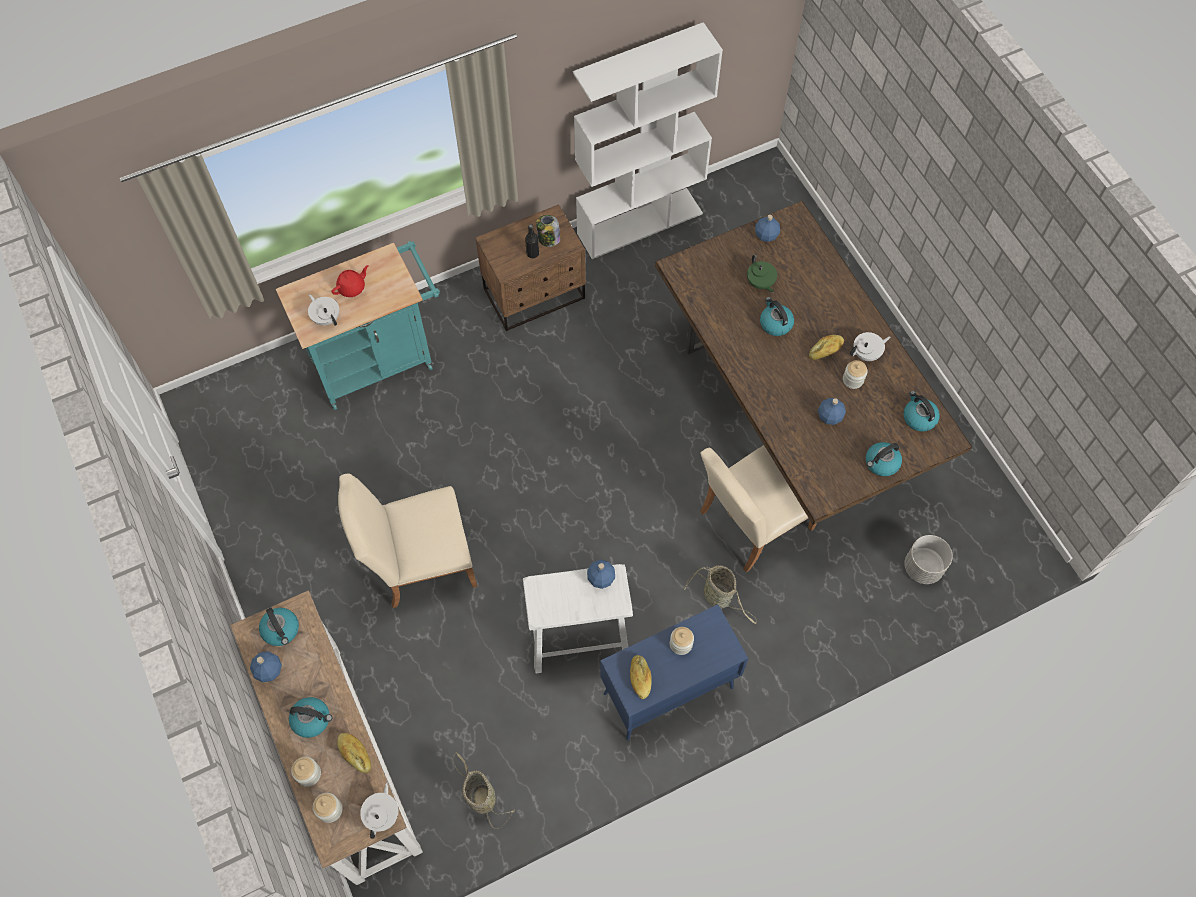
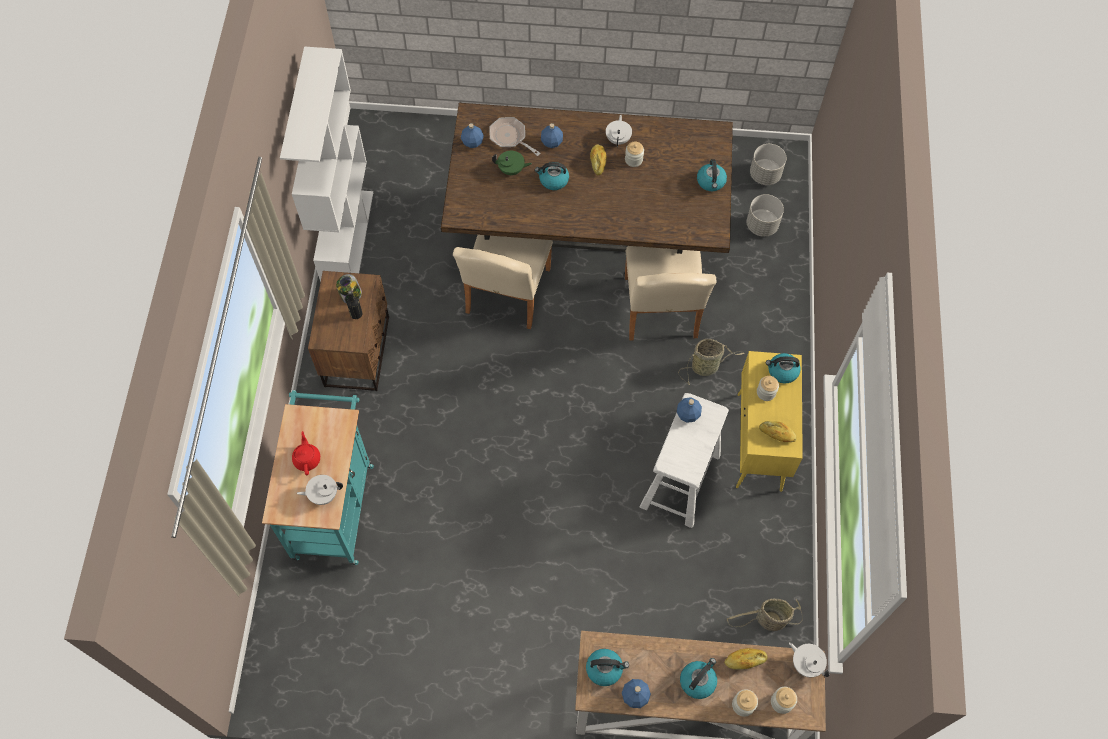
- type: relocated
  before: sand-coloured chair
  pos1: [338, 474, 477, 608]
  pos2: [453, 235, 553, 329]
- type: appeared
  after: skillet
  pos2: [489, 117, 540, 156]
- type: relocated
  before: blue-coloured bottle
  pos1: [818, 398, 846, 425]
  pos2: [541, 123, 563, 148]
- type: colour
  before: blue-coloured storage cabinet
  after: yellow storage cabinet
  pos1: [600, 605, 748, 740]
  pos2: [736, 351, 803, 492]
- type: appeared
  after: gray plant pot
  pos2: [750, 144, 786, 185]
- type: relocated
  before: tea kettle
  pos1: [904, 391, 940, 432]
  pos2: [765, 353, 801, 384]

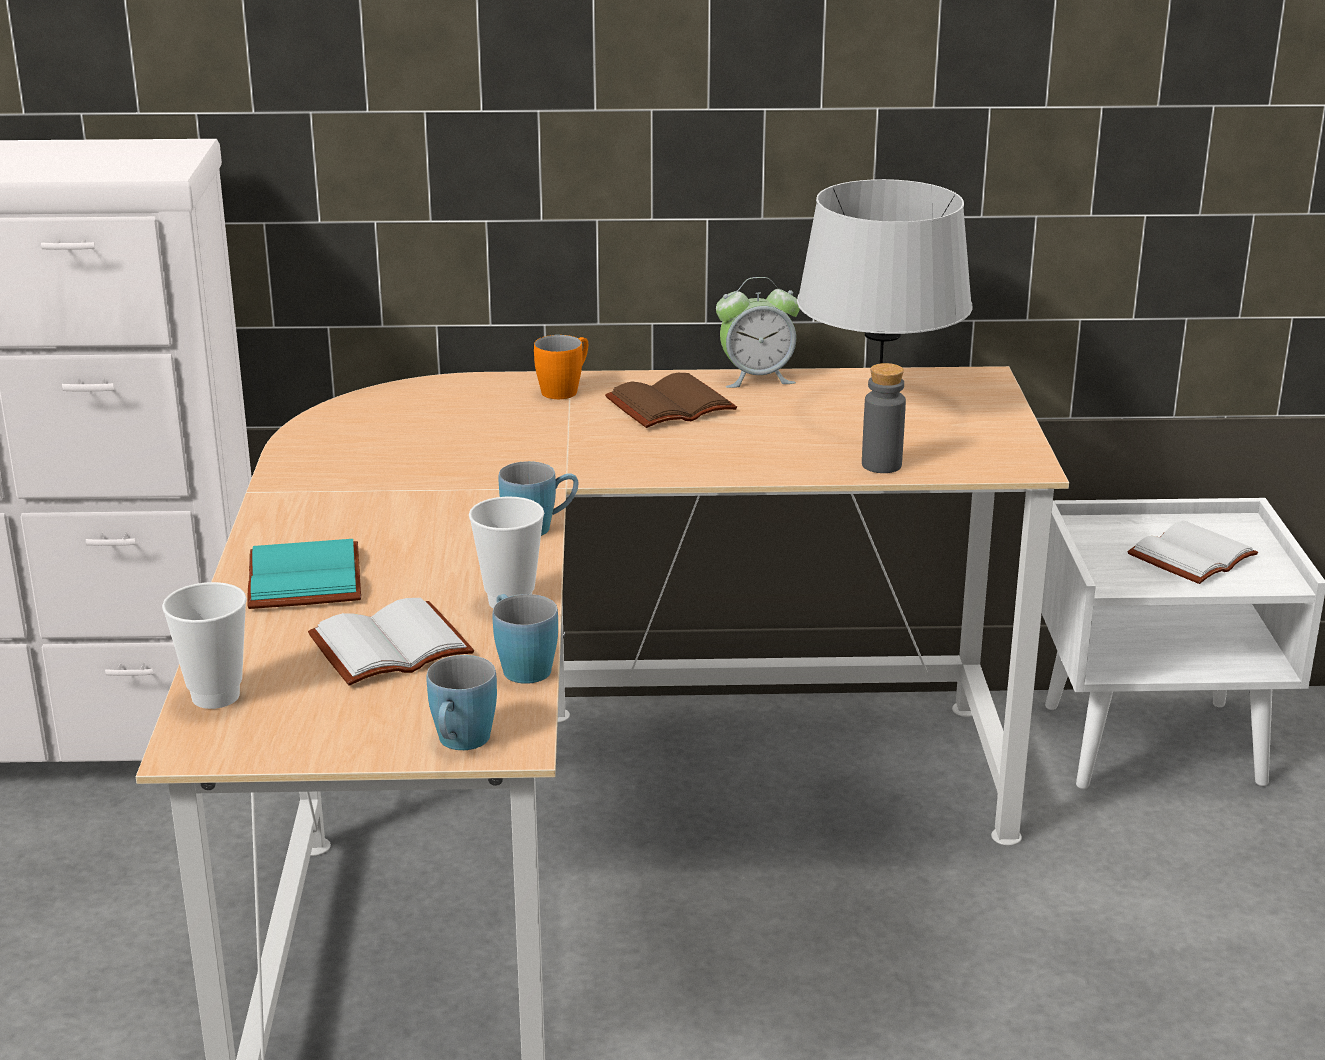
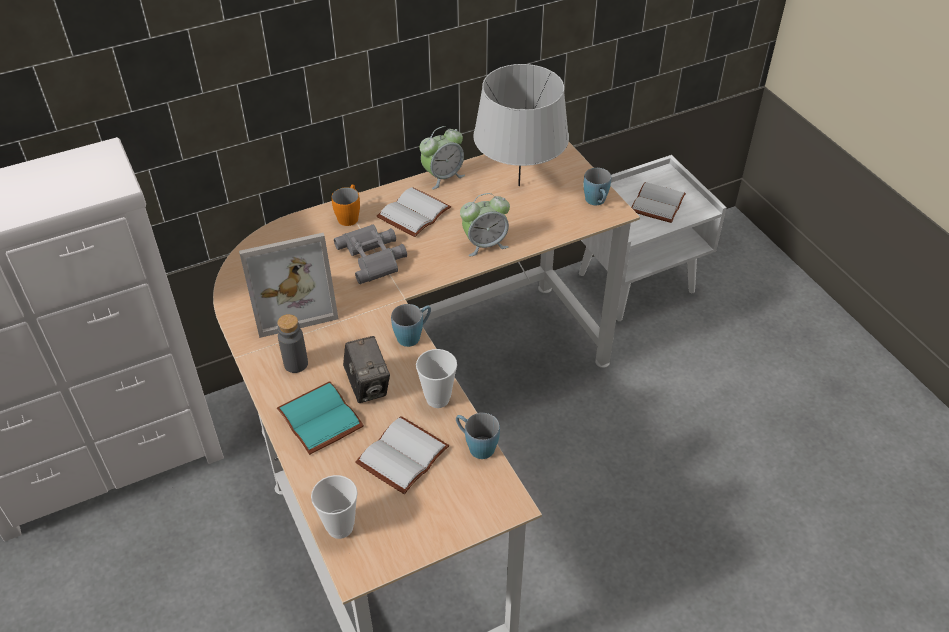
- type: appeared
  after: standing frame
  pos2: [239, 233, 339, 338]
- type: relocated
  before: gray bottle
  pos1: [862, 363, 906, 473]
  pos2: [277, 314, 308, 373]
- type: appeared
  after: gray field glasses
  pos2: [334, 224, 407, 284]
- type: appeared
  after: still camera
  pos2: [343, 336, 390, 403]
- type: colour
  before: brownish volume
  after: whitish volume
  pos1: [605, 373, 737, 428]
  pos2: [377, 187, 451, 237]
- type: appeared
  after: table clock
  pos2: [460, 193, 510, 256]
- type: relocated
  before: blue-coloured coffee mug
  pos1: [427, 655, 497, 750]
  pos2: [583, 168, 611, 205]

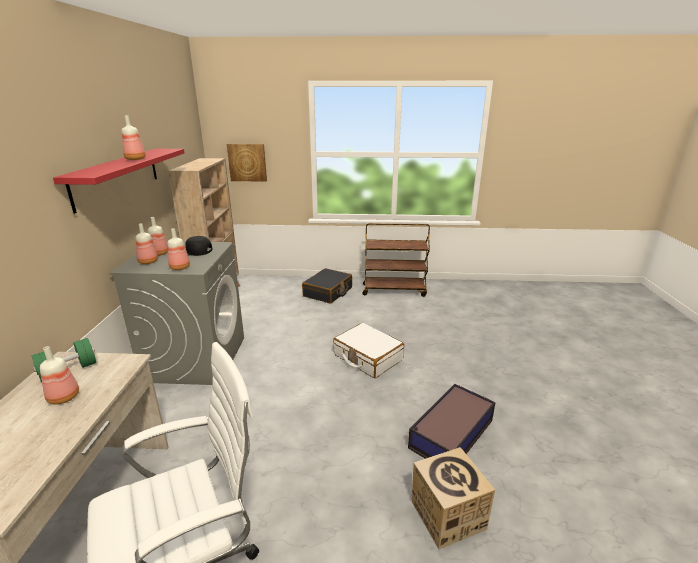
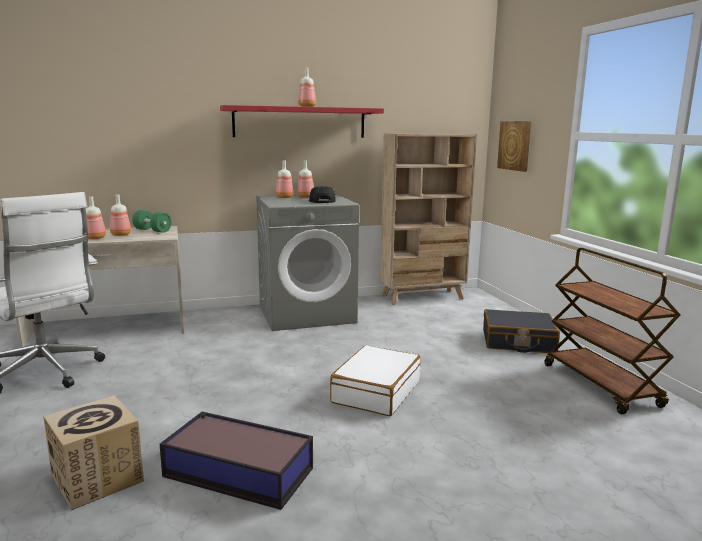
- type: relocated
  before: bottle
  pos1: [168, 228, 190, 270]
  pos2: [86, 197, 106, 239]

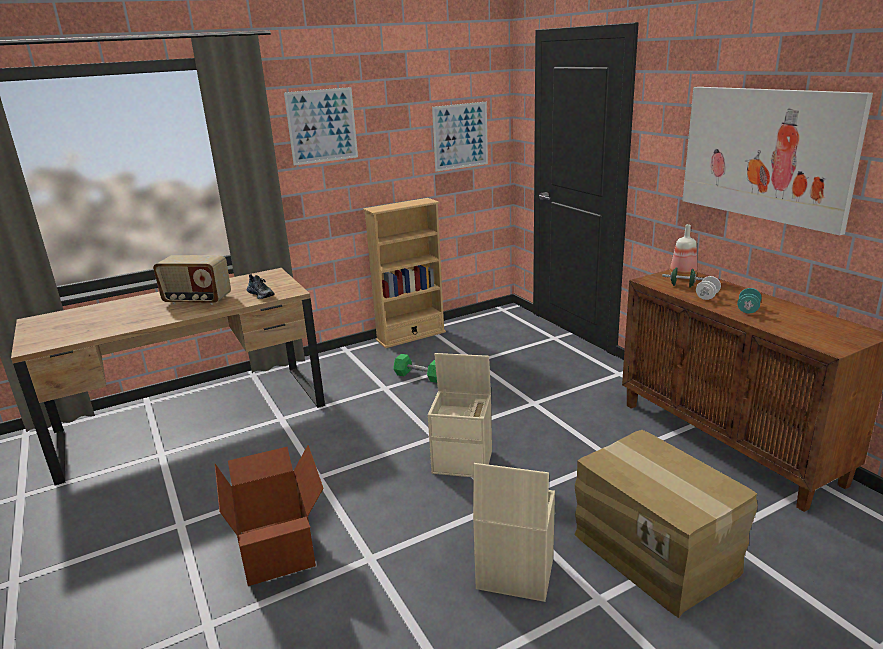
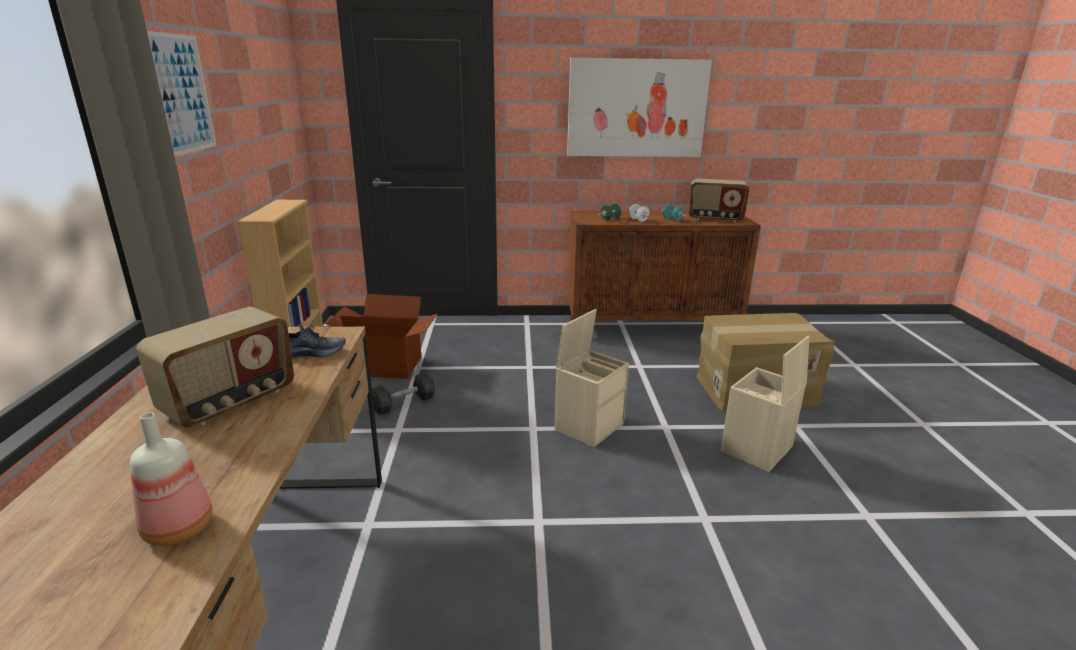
- type: relocated
  before: bottle
  pos1: [670, 224, 697, 279]
  pos2: [130, 413, 213, 546]
- type: relocated
  before: packing box
  pos1: [215, 445, 324, 586]
  pos2: [326, 294, 437, 379]
- type: colour
  before: greenish dumbbell
  after: gray dumbbell
  pos1: [393, 354, 437, 383]
  pos2: [372, 373, 435, 415]
- type: appeared
  after: radio receiver
  pos2: [689, 178, 750, 222]
- type: missing
  before: wall picture
  pos1: [432, 102, 488, 171]

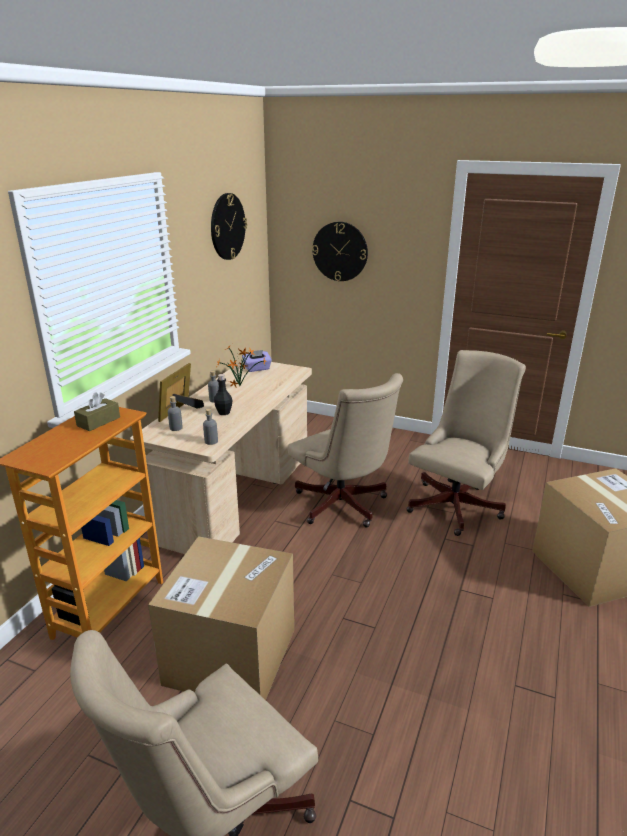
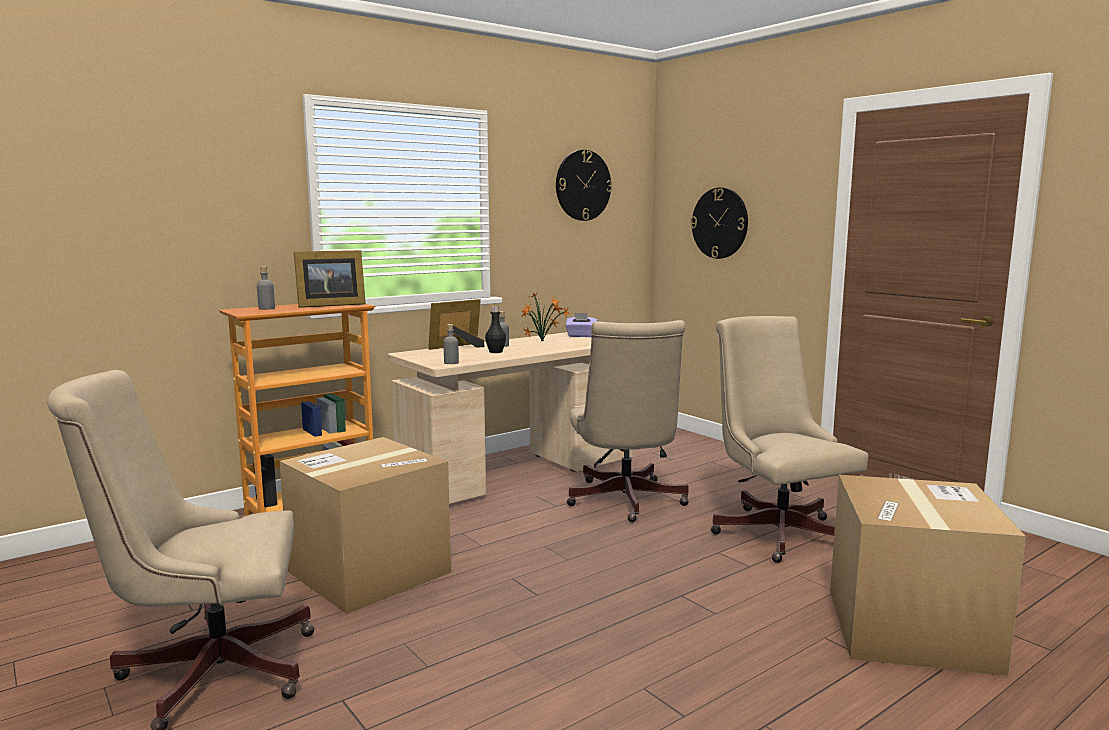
- type: relocated
  before: gray bottle
  pos1: [168, 396, 183, 431]
  pos2: [257, 266, 275, 310]
- type: exchanged
  before: brownish tissue holder
  after: standing frame
  pos1: [74, 392, 120, 431]
  pos2: [294, 250, 366, 308]
- type: spun
  before: sand-coloured desk chair
  pos1: [406, 350, 526, 536]
  pos2: [711, 316, 869, 563]
  turn: -90

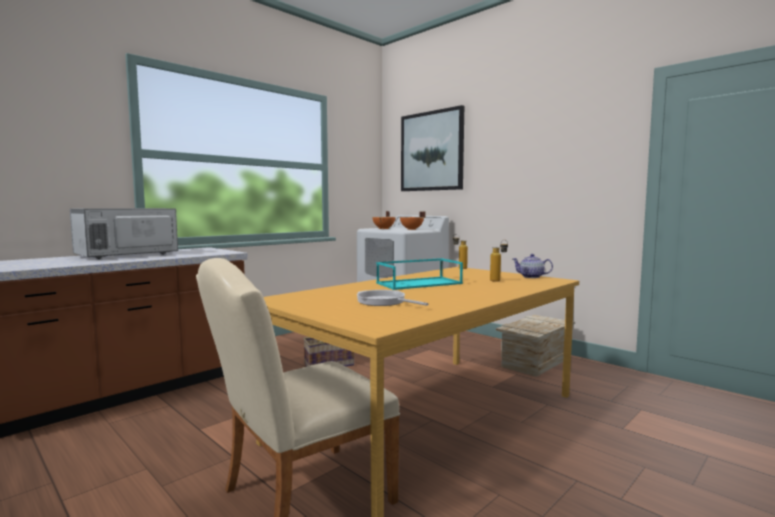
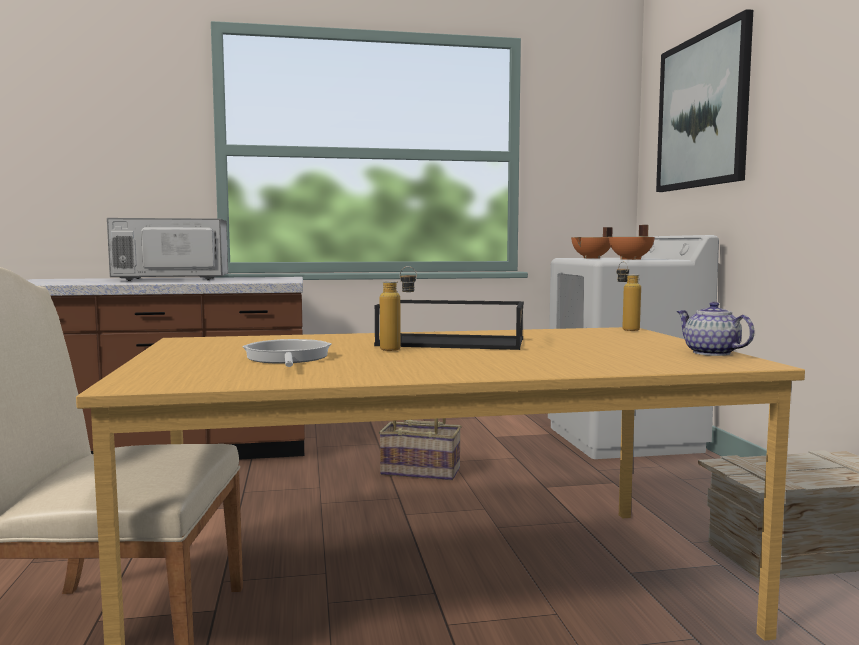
- type: colour
  before: turquoise-coloured tray
  after: black-coloured tray
  pos1: [376, 258, 463, 290]
  pos2: [374, 300, 524, 350]
- type: relocated
  before: bottle
  pos1: [490, 240, 508, 282]
  pos2: [380, 266, 417, 351]

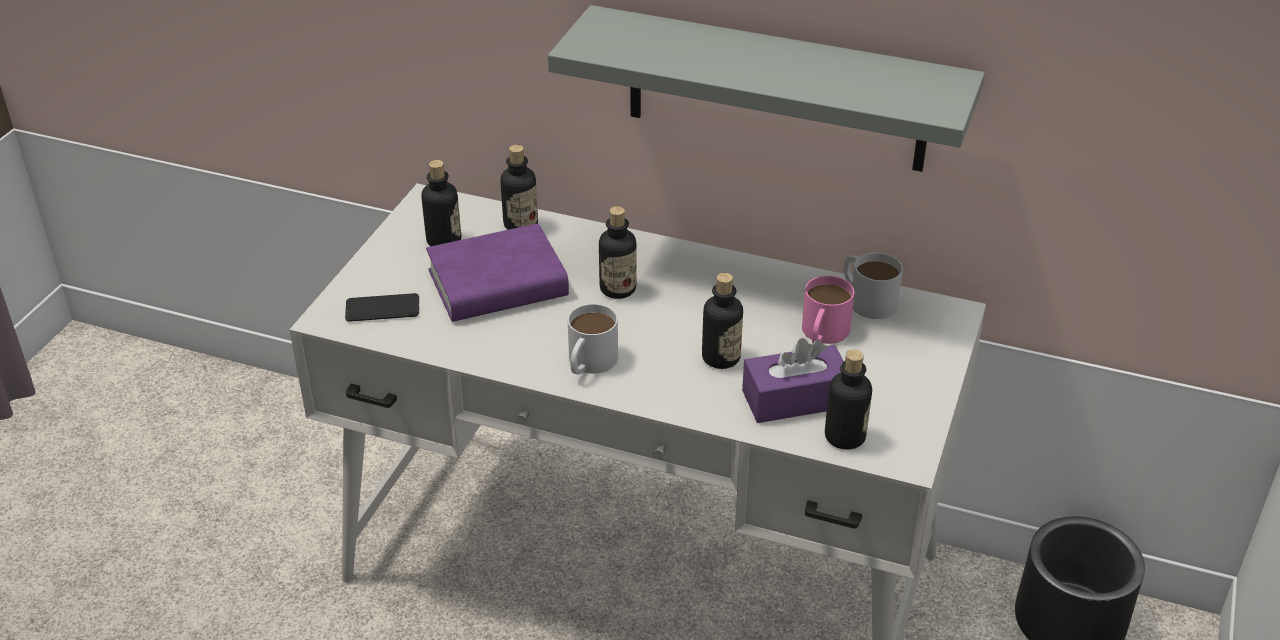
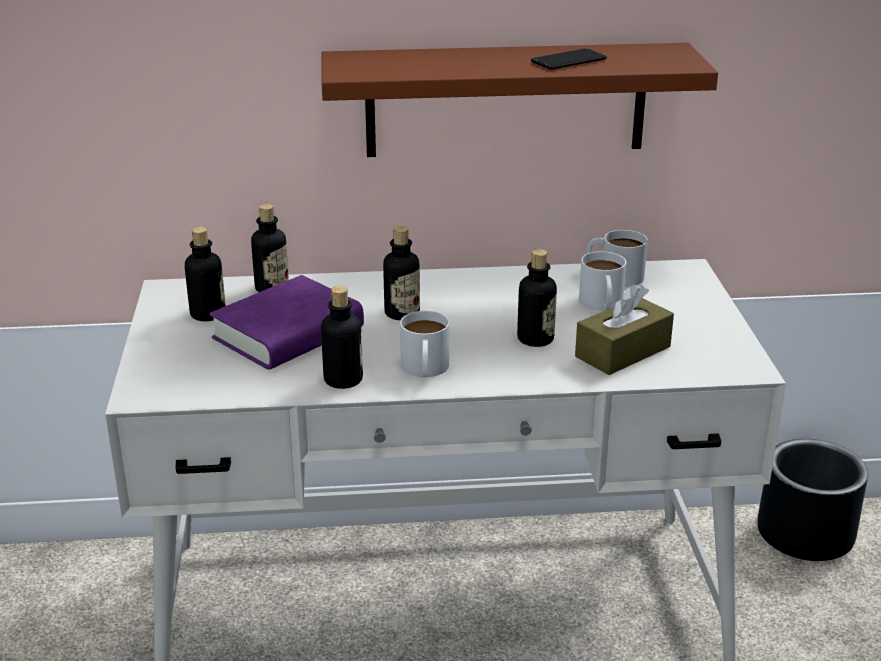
- type: relocated
  before: bottle
  pos1: [825, 350, 872, 450]
  pos2: [321, 286, 363, 389]
- type: colour
  before: gray shelf
  after: brownish shelf
  pos1: [548, 5, 985, 172]
  pos2: [322, 43, 718, 157]
- type: relocated
  before: handset
  pos1: [345, 293, 419, 322]
  pos2: [531, 49, 607, 69]
- type: colour
  before: purple-coloured tissue holder
  after: brownish tissue holder
  pos1: [742, 338, 844, 423]
  pos2: [575, 284, 674, 375]
- type: colour
  before: pink-coloured coffee mug
  after: whitish coffee mug
  pos1: [802, 276, 854, 344]
  pos2: [579, 251, 626, 311]

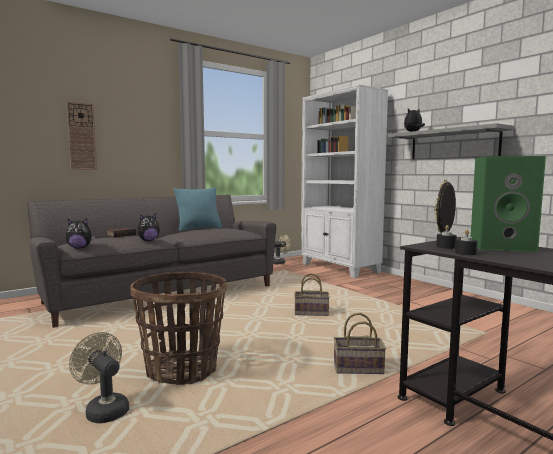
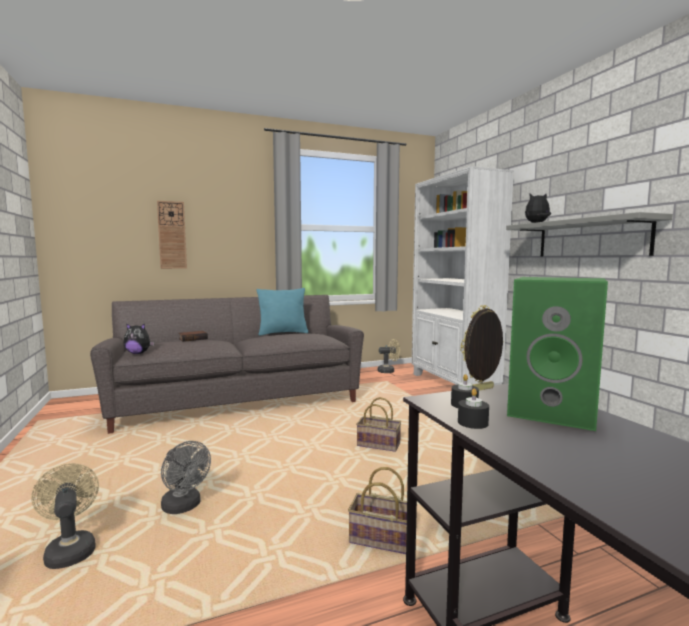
- type: exchanged
  before: household basket
  after: gray fan
  pos1: [131, 272, 227, 385]
  pos2: [161, 441, 211, 514]
- type: missing
  before: soft toy
  pos1: [137, 214, 160, 241]

